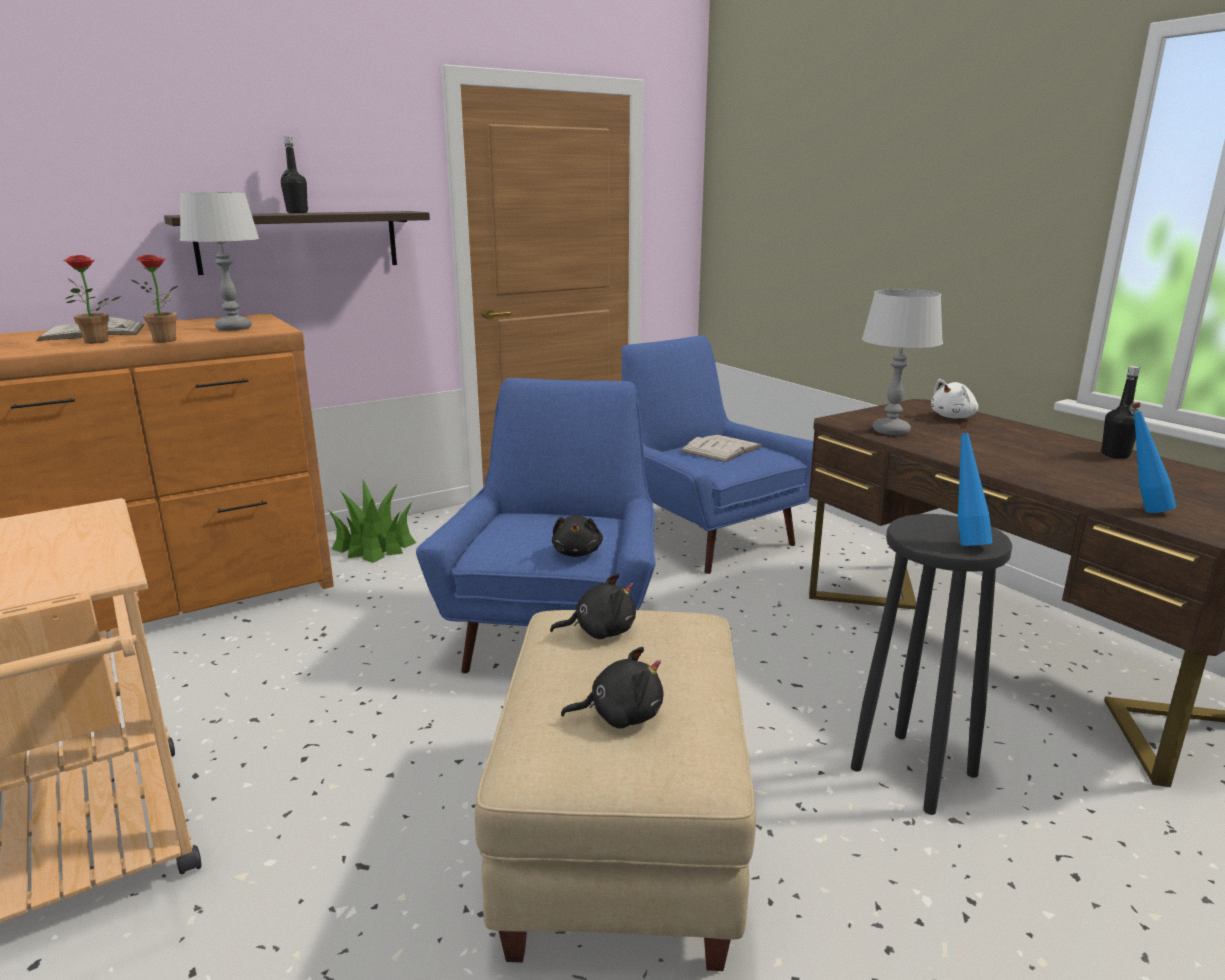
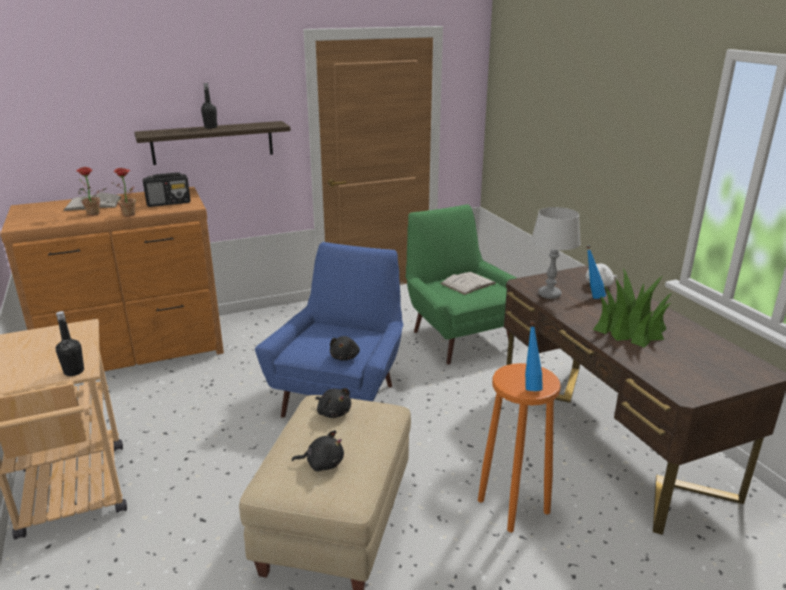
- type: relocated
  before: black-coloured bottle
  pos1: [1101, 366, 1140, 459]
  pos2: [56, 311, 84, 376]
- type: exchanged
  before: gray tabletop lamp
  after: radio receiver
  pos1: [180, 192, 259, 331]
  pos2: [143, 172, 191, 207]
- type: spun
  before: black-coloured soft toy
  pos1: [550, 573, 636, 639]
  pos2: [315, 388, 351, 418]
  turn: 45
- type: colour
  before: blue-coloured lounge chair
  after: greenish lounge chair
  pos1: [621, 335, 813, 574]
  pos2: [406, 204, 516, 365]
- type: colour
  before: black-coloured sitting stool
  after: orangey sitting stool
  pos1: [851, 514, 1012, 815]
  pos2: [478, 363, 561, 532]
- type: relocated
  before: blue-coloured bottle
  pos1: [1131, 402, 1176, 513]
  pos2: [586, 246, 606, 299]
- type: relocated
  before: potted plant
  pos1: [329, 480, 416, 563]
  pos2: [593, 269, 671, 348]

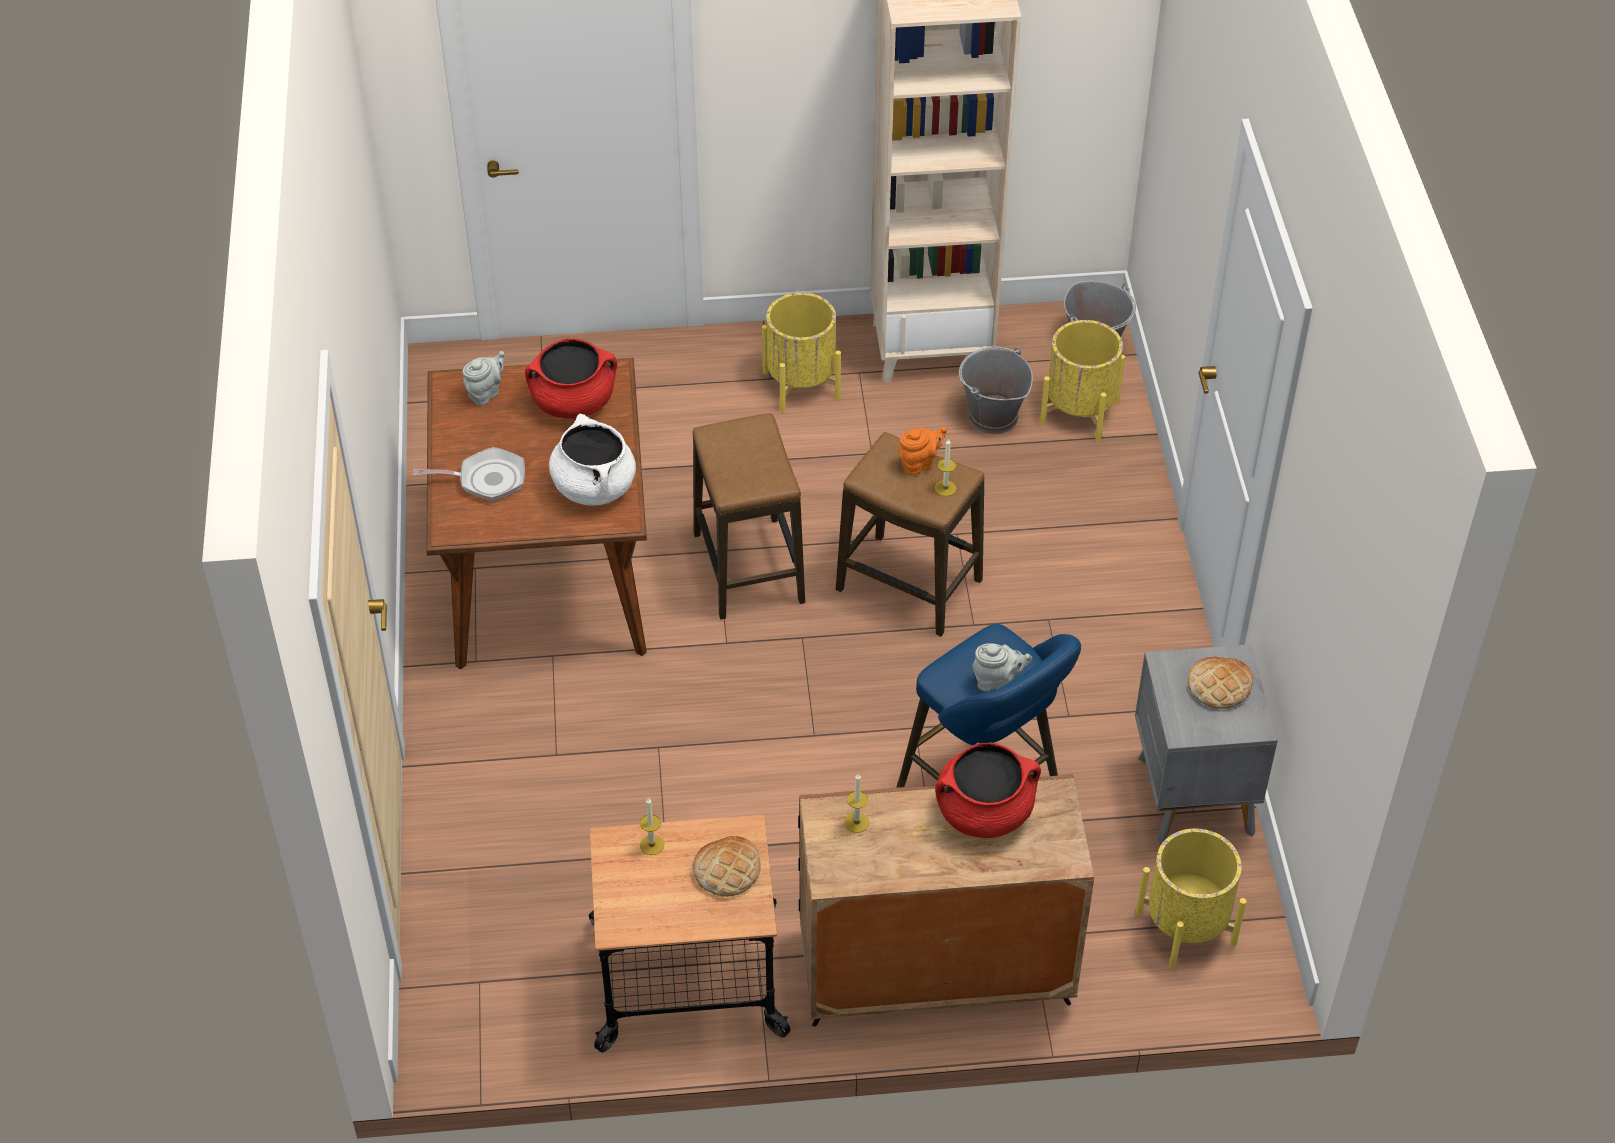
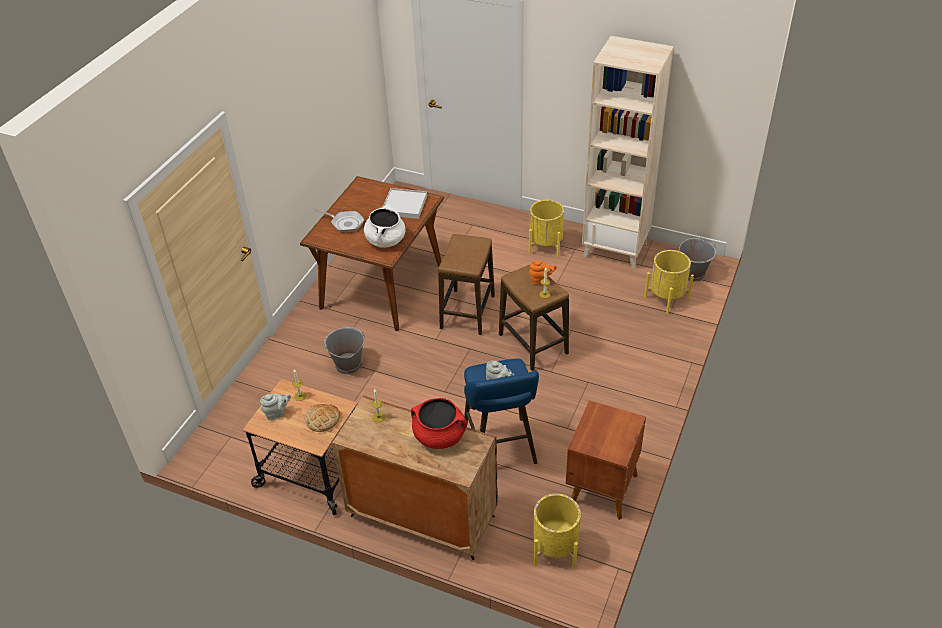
- type: relocated
  before: gray tea pot
  pos1: [462, 351, 505, 406]
  pos2: [260, 393, 291, 420]
- type: relocated
  before: gray water bucket
  pos1: [959, 346, 1033, 434]
  pos2: [323, 327, 365, 375]
- type: exchanged
  before: red-coloured cooking pot
  after: whitish tray
  pos1: [525, 338, 617, 419]
  pos2: [383, 188, 427, 219]
- type: colour
  before: gray night table
  after: brownish night table
  pos1: [1135, 644, 1278, 844]
  pos2: [565, 400, 646, 520]
- type: missing
  before: bakery bread
  pos1: [1188, 657, 1253, 709]

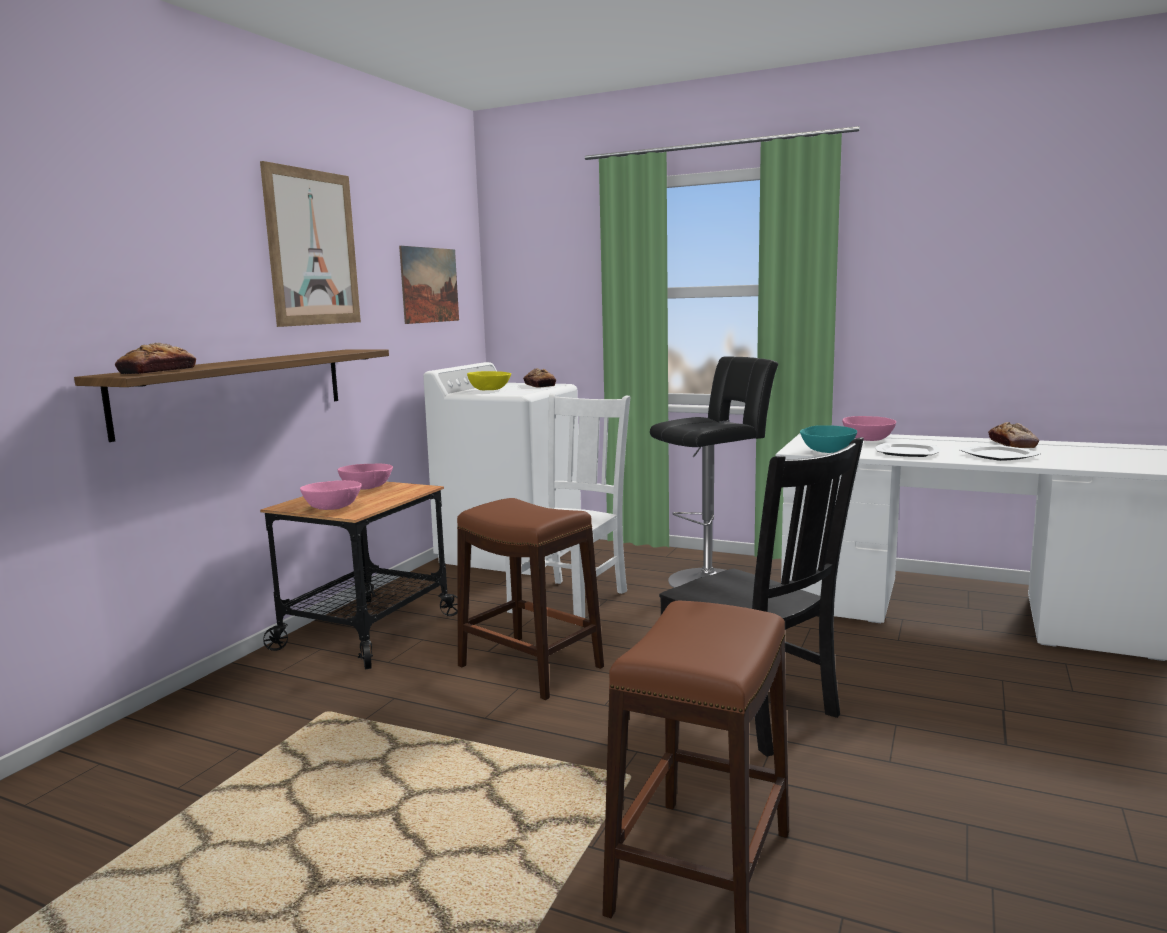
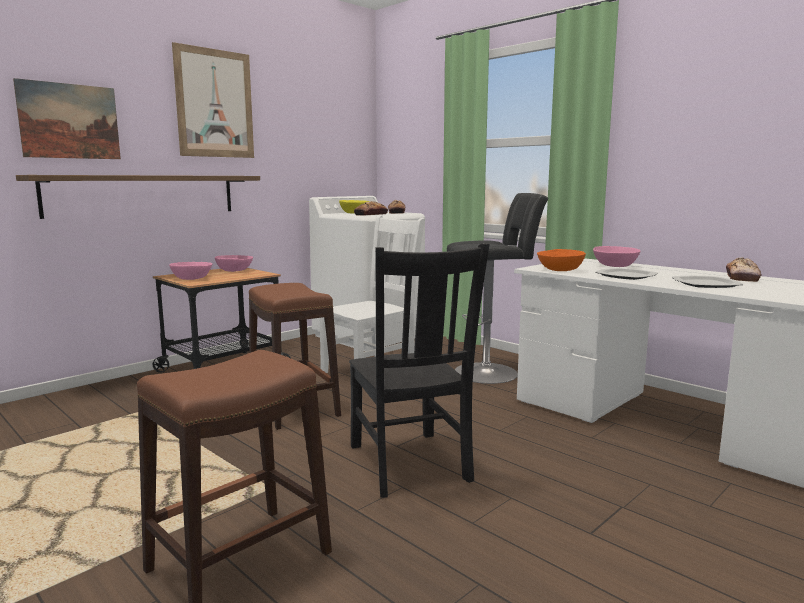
- type: relocated
  before: wall picture
  pos1: [399, 246, 459, 324]
  pos2: [13, 78, 121, 159]
- type: relocated
  before: bakery bread
  pos1: [115, 343, 196, 374]
  pos2: [354, 201, 388, 216]
- type: colour
  before: turquoise-coloured bowl
  after: orangey bowl
  pos1: [800, 425, 857, 453]
  pos2: [537, 249, 586, 271]

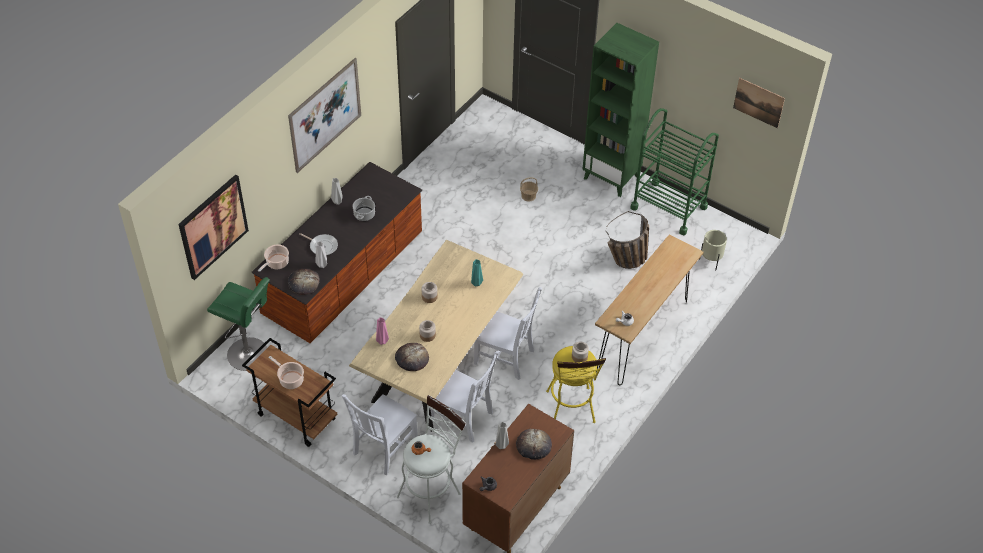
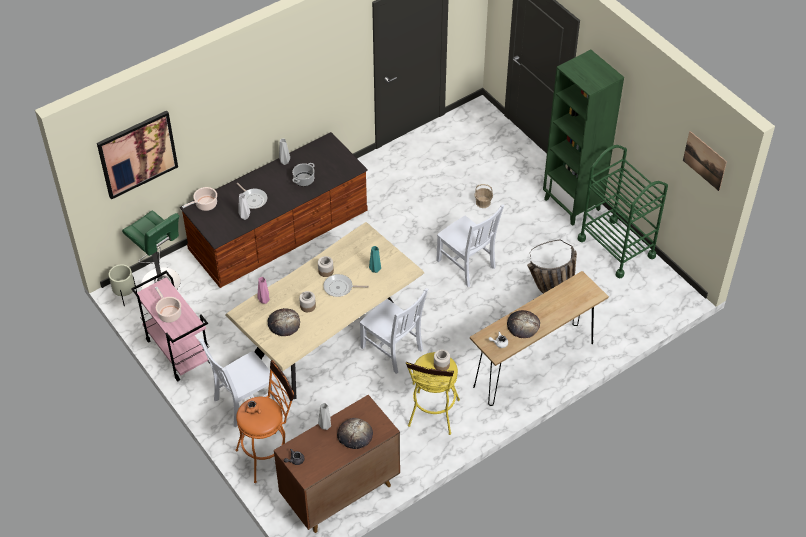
- type: relocated
  before: sand-coloured plant pot
  pos1: [699, 230, 727, 270]
  pos2: [109, 264, 137, 306]
- type: colour
  before: brownish cart
  after: pink-coloured cart
  pos1: [242, 338, 337, 447]
  pos2: [131, 271, 210, 382]
- type: colour
  before: whitish sitting stool
  after: orangey sitting stool
  pos1: [396, 395, 466, 524]
  pos2: [235, 360, 294, 483]
- type: appeared
  after: skillet
  pos2: [323, 274, 369, 297]
- type: relocated
  before: whitish chair
  pos1: [430, 351, 499, 443]
  pos2: [436, 205, 504, 287]
- type: relocated
  before: bakery bread
  pos1: [288, 269, 320, 295]
  pos2: [507, 310, 540, 338]
- type: missing
  before: wall picture
  pos1: [288, 58, 361, 173]

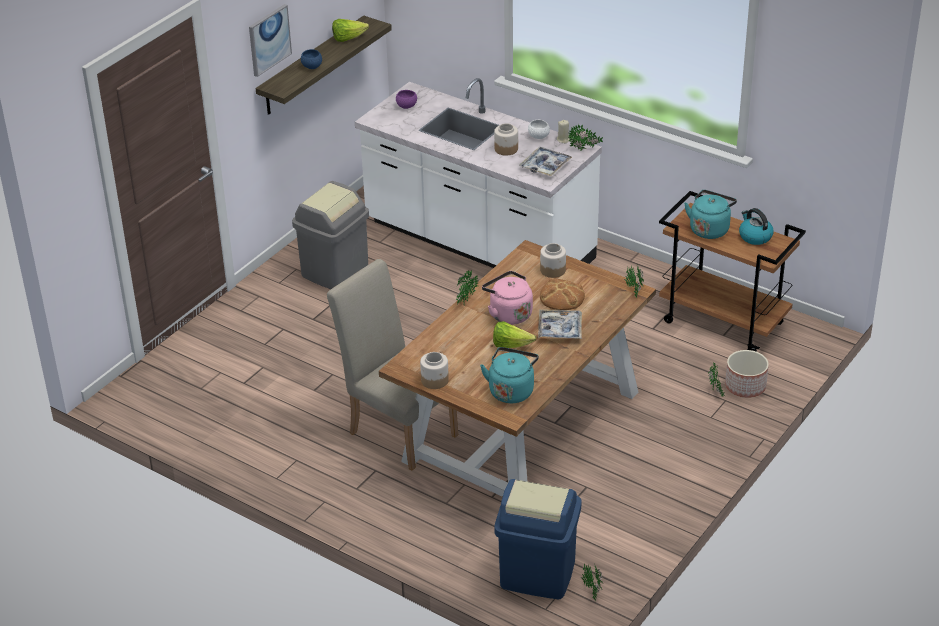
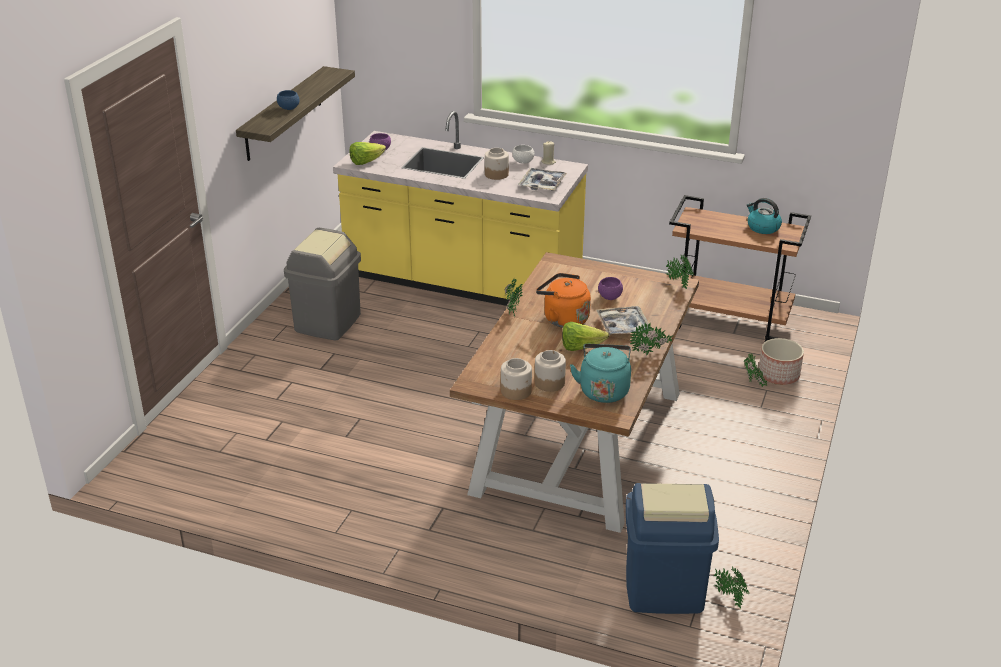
- type: colour
  before: whitish kitchen counter
  after: yellow kitchen counter
  pos1: [355, 78, 602, 268]
  pos2: [333, 111, 588, 306]
- type: relocated
  before: head of lettuce
  pos1: [332, 19, 369, 42]
  pos2: [349, 142, 386, 165]
- type: relocated
  before: jar
  pos1: [540, 243, 566, 278]
  pos2: [535, 350, 566, 392]
- type: colour
  before: pink-coloured tea kettle
  after: orangey tea kettle
  pos1: [482, 271, 533, 325]
  pos2: [536, 273, 591, 328]
- type: exchanged
  before: bakery bread
  after: purple-coloured bowl
  pos1: [540, 278, 585, 310]
  pos2: [598, 277, 623, 300]
- type: relocated
  before: potted plant
  pos1: [568, 124, 603, 151]
  pos2: [630, 323, 673, 356]
- type: missing
  before: wall picture
  pos1: [249, 4, 292, 77]
- type: missing
  before: sand-coloured chair
  pos1: [327, 259, 459, 471]
- type: missing
  before: turquoise-coloured tea kettle
  pos1: [684, 190, 737, 239]

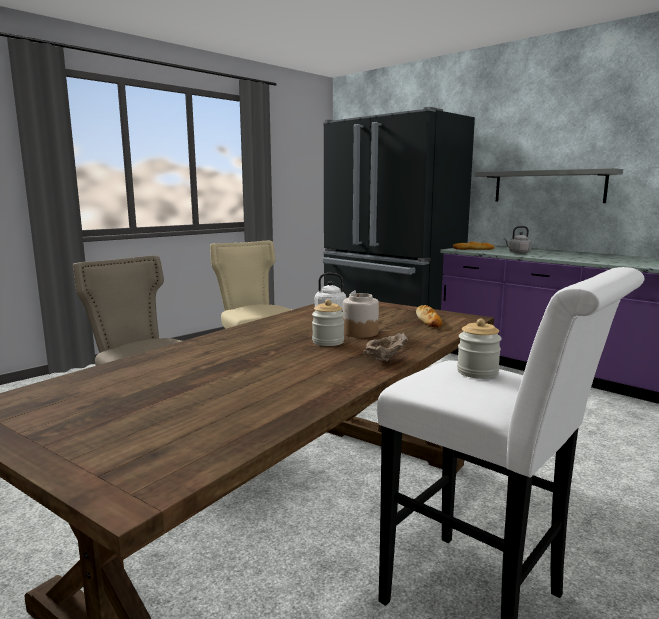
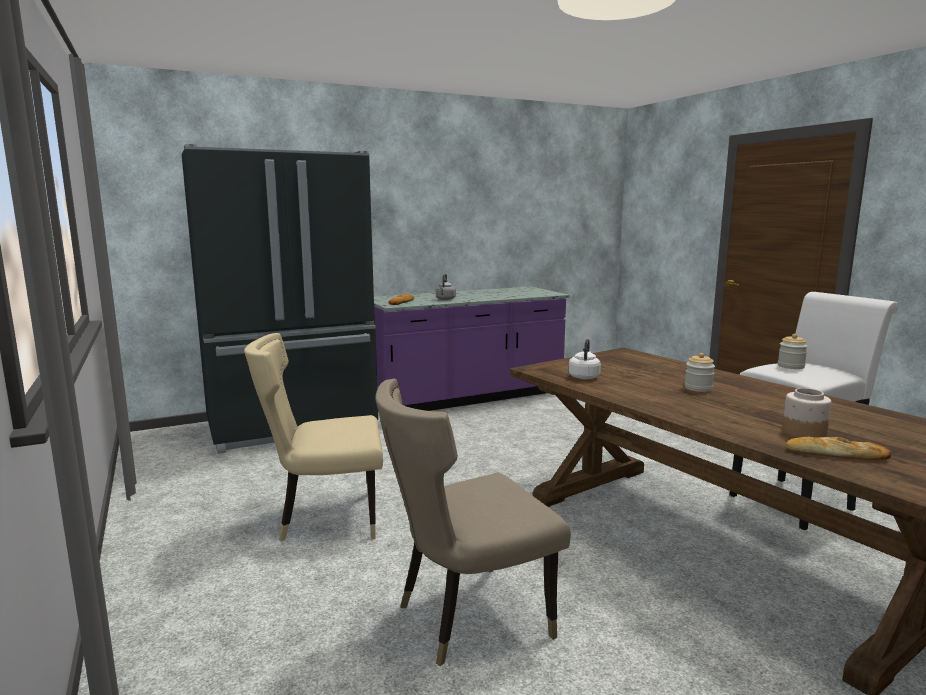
- type: relocated
  before: jar
  pos1: [343, 293, 379, 338]
  pos2: [782, 388, 831, 438]
- type: relocated
  before: bakery bread
  pos1: [416, 305, 442, 328]
  pos2: [786, 437, 891, 460]
- type: missing
  before: sand-coloured bowl
  pos1: [363, 333, 408, 362]
- type: missing
  before: gray shelf
  pos1: [474, 168, 623, 203]

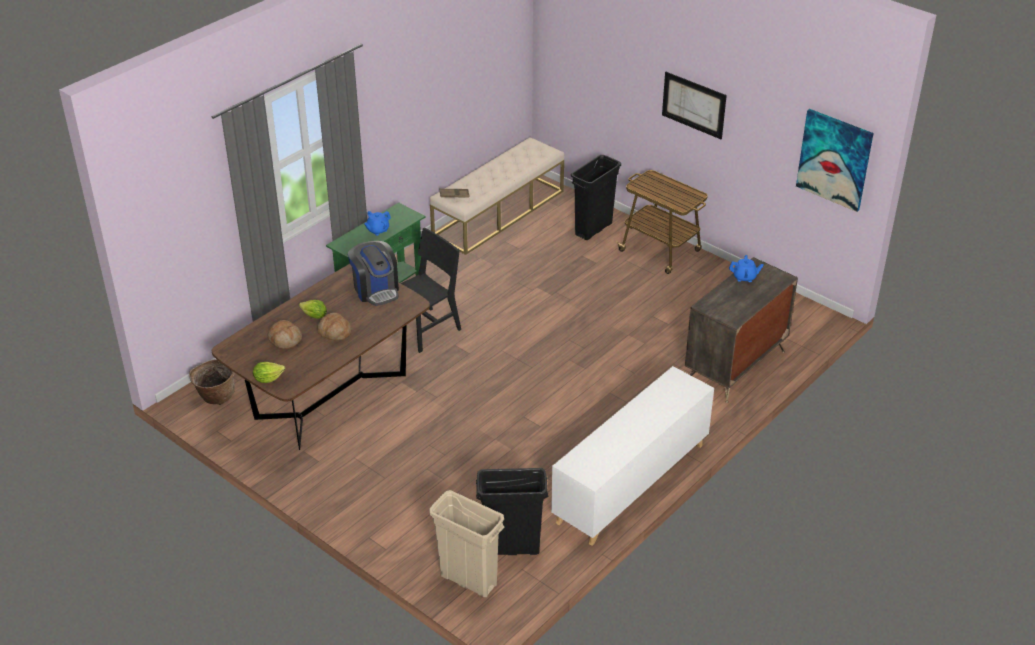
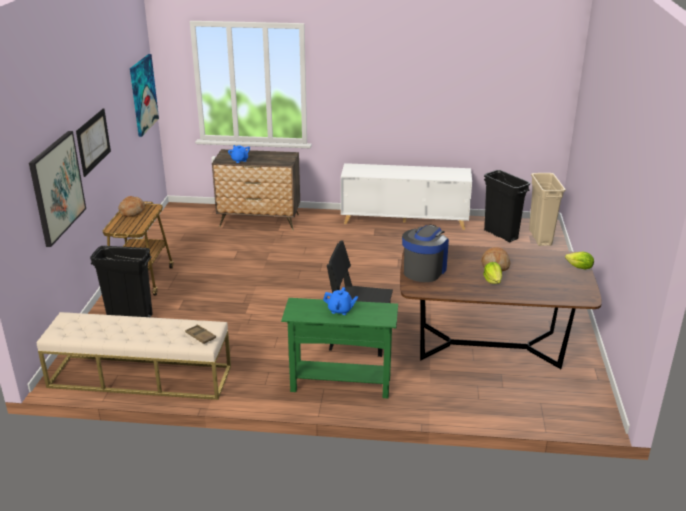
- type: appeared
  after: wall picture
  pos2: [29, 131, 86, 247]
- type: relocated
  before: bakery bread
  pos1: [268, 320, 302, 349]
  pos2: [118, 196, 145, 217]
- type: missing
  before: household basket
  pos1: [189, 359, 235, 405]

